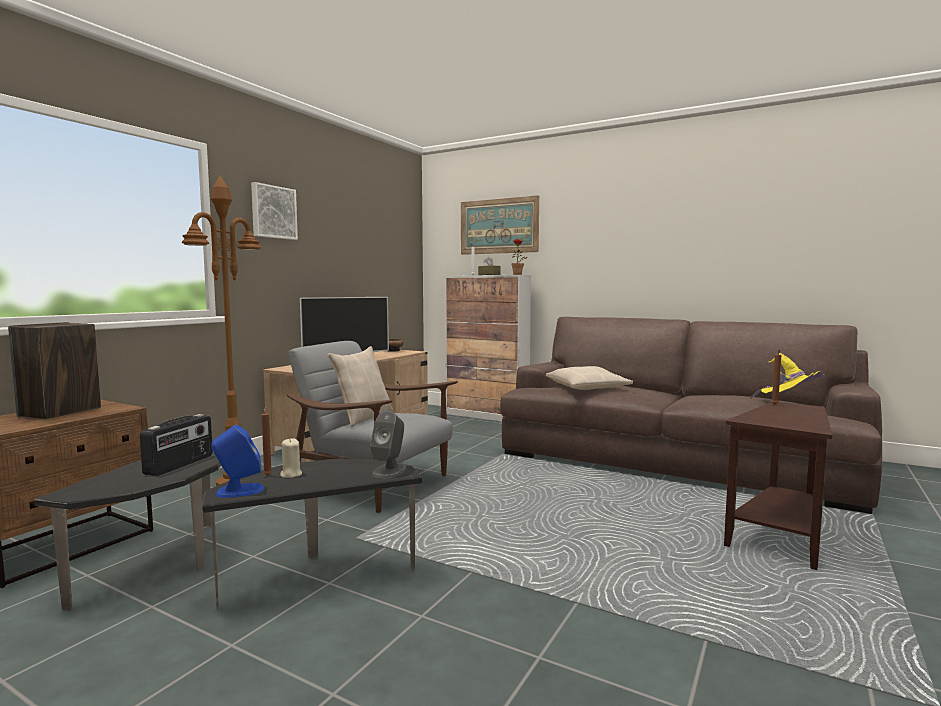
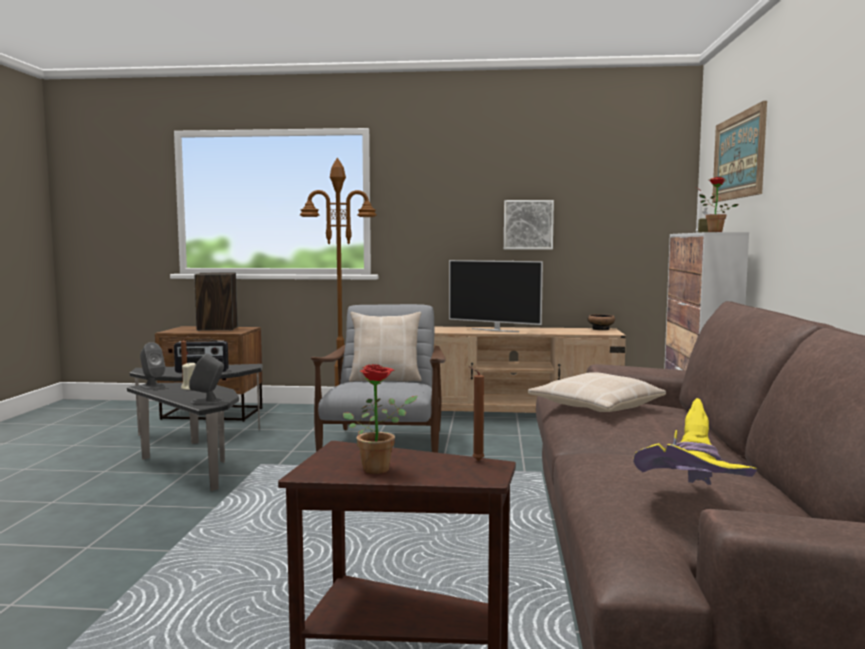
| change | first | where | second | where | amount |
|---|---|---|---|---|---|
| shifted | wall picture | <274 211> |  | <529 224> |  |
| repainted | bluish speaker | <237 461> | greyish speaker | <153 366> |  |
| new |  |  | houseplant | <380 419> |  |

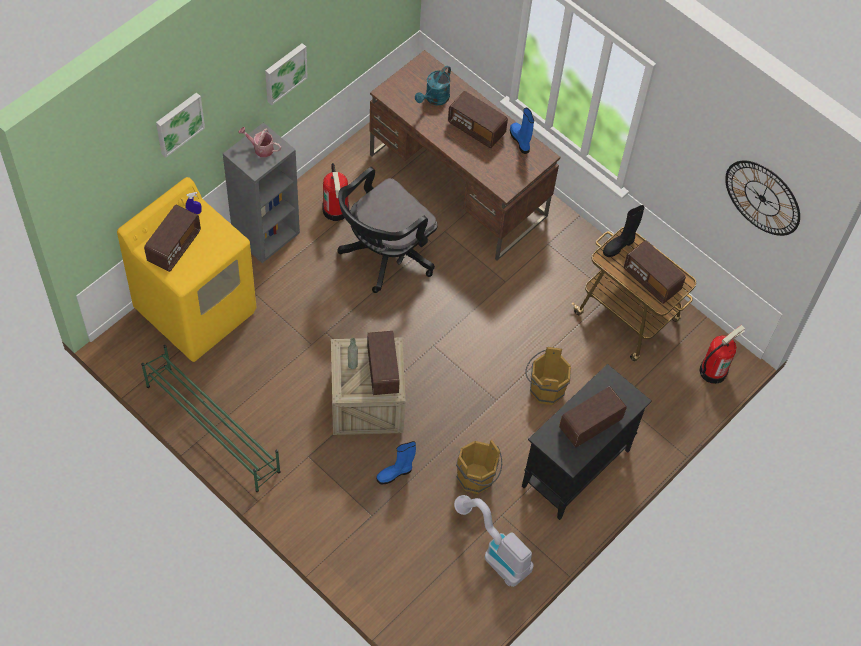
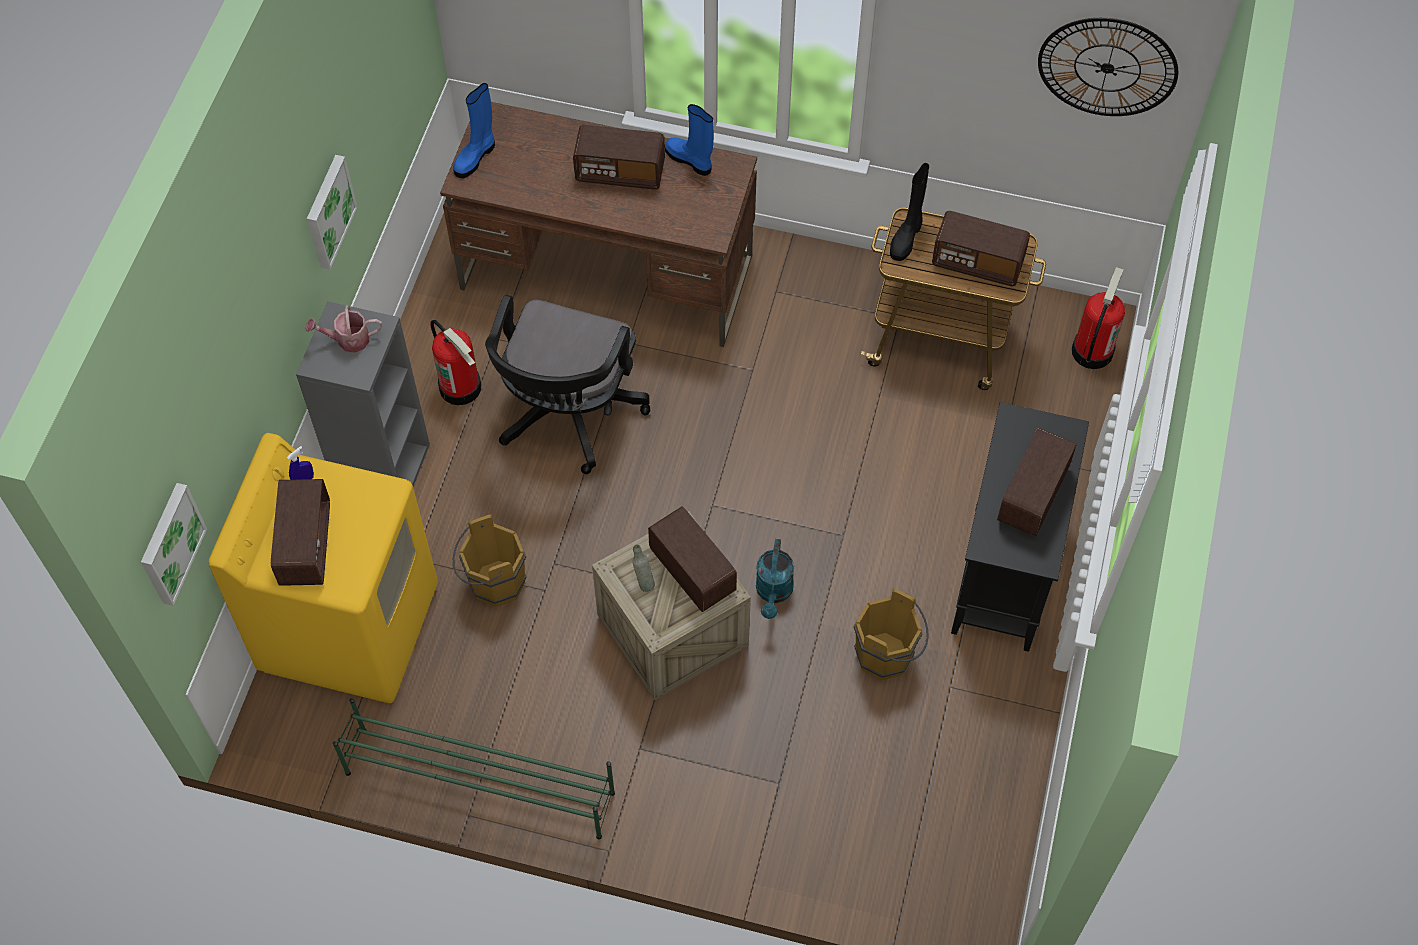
| change | first | where | second | where | amount |
|---|---|---|---|---|---|
| shifted | blue-green sprinkling can | <433 86> |  | <775 579> |  |
| shifted | wall picture | <180 124> |  | <174 544> |  |
| shifted | brown-coloured bucket | <548 376> |  | <489 560> |  |
| shifted | bluish boot | <396 462> |  | <474 130> |  |
| gone | vacuum cleaner | <494 541> |  |  |  |

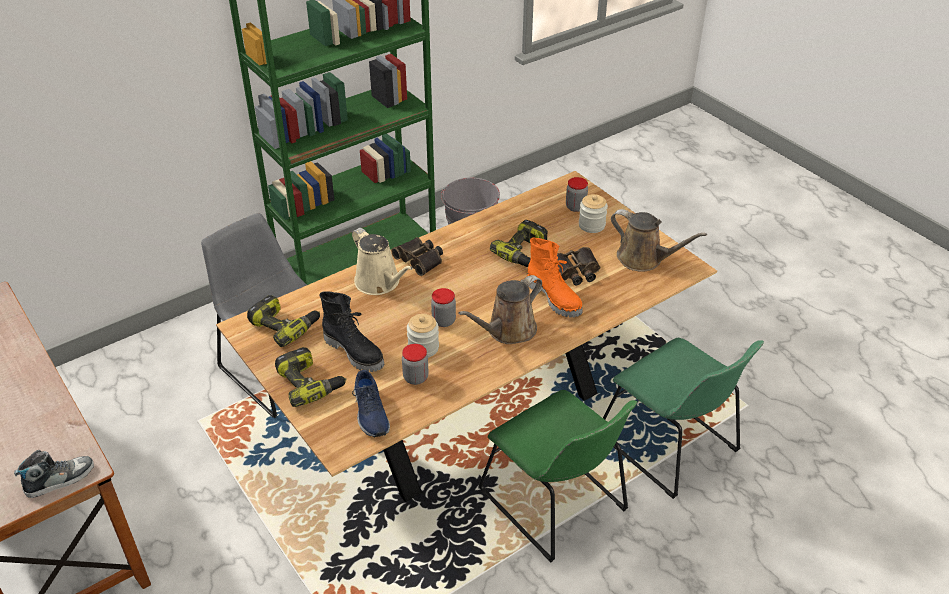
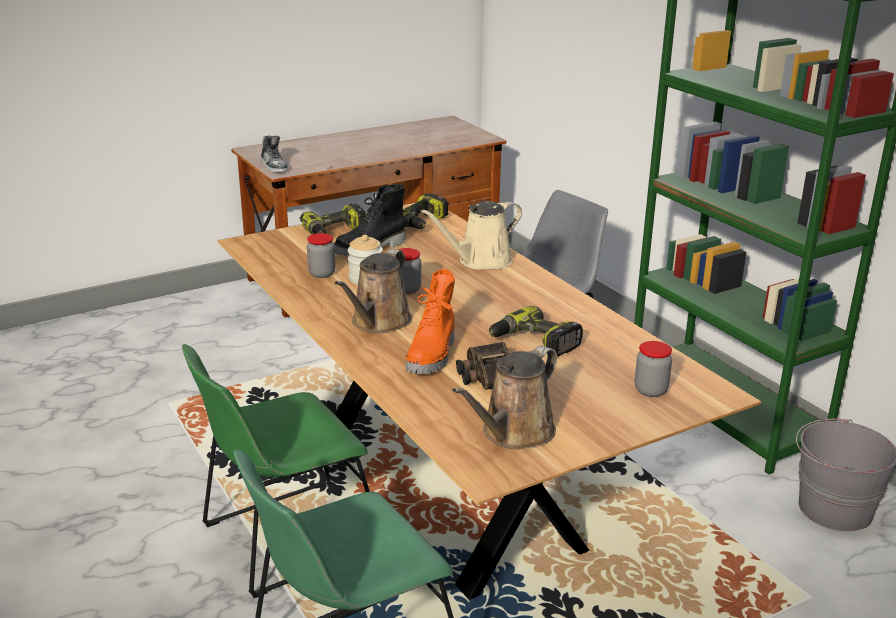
| change | first | where | second | where | amount |
|---|---|---|---|---|---|
| gone | jar | <593 213> |  |  |  |
| gone | pair of binoculars | <417 256> |  |  |  |
| rotated | orange-coloured boot | <554 278> |  | <430 321> | 45 degrees counterclockwise |
| rotated | brown-coloured sprinkling can | <500 309> |  | <373 291> | 120 degrees counterclockwise |
| gone | bluish low shoe | <371 403> |  |  |  |

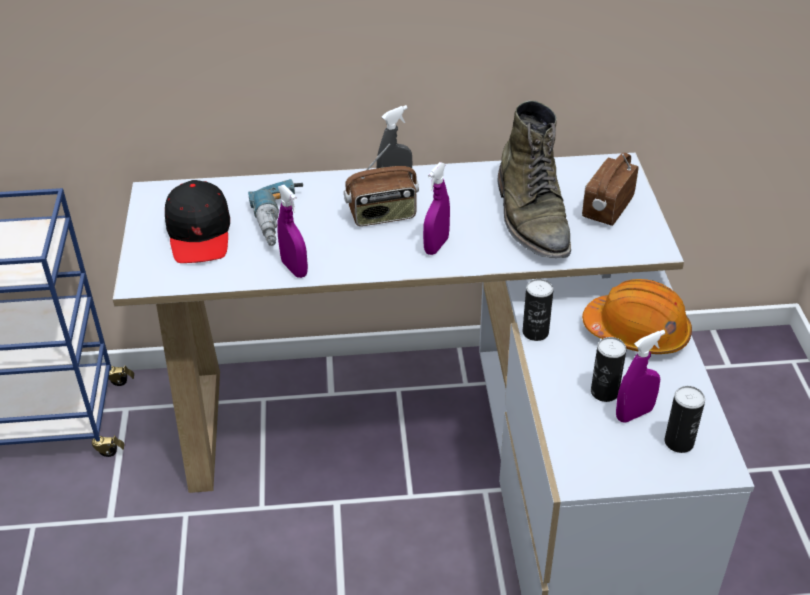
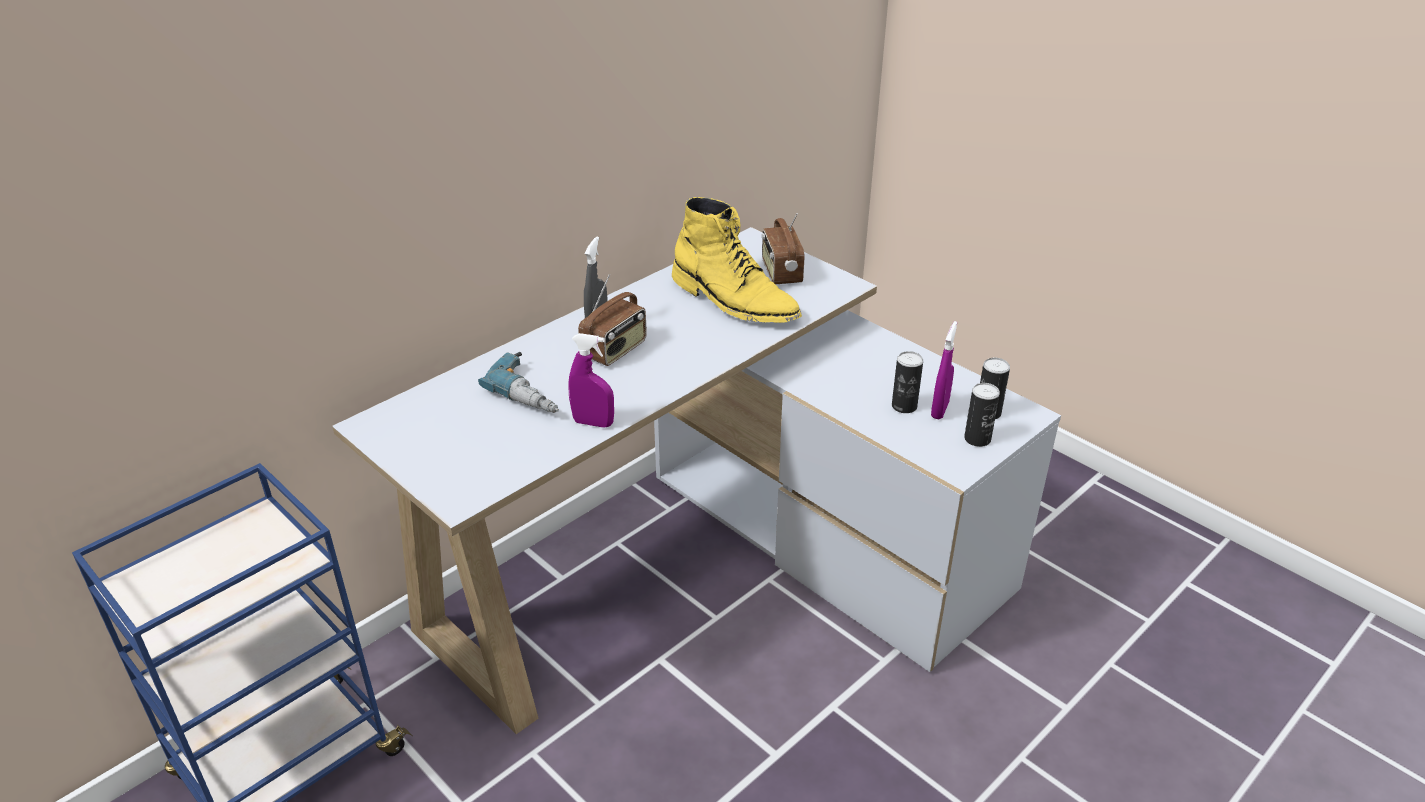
| change | first | where | second | where | amount |
|---|---|---|---|---|---|
| repainted | greenish boot | <534 179> | yellowish boot | <737 260> |  |
| gone | purple sprayer | <436 208> |  |  |  |
| gone | blackish peaked cap | <197 221> |  |  |  |
| shifted | sealed can | <538 310> |  | <982 415> |  |
| gone | orange-coloured hard hat | <637 316> |  |  |  |

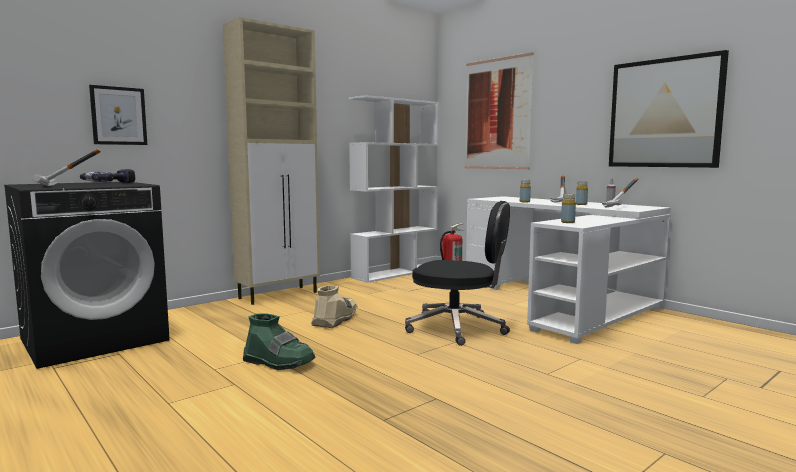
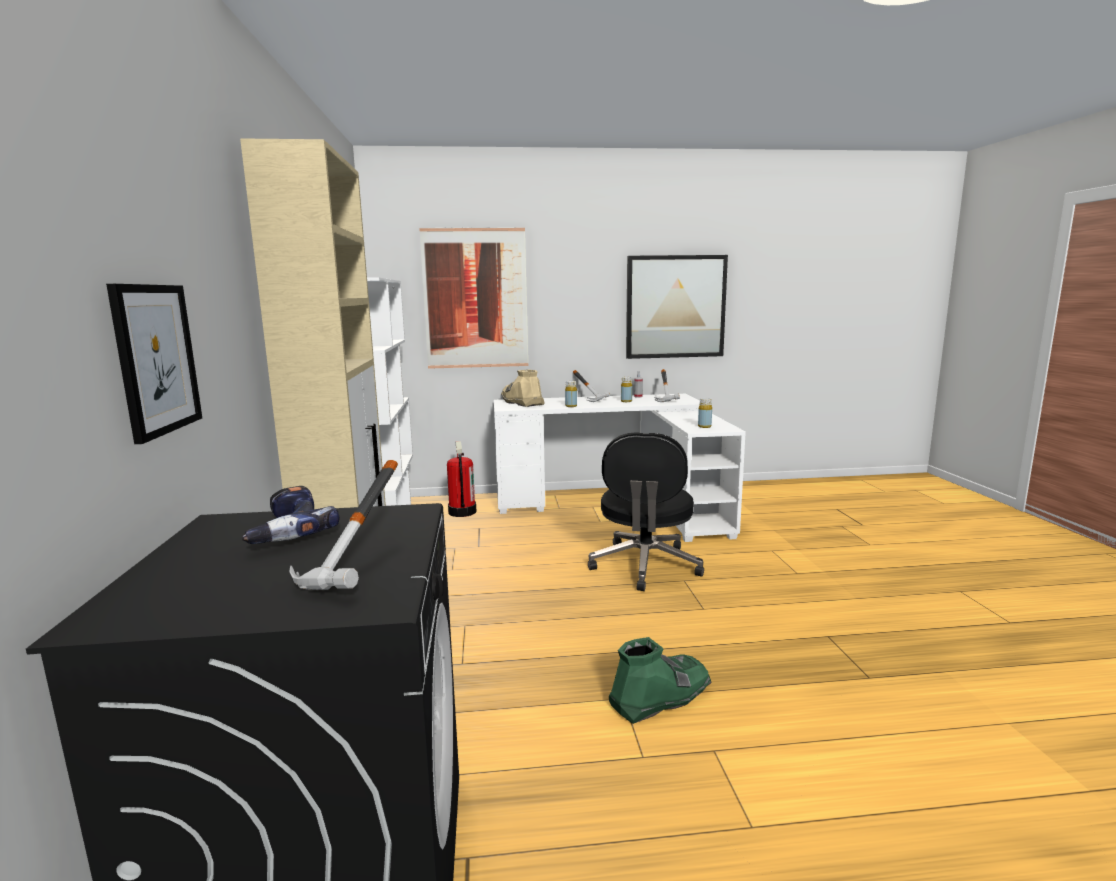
| change | first | where | second | where | amount |
|---|---|---|---|---|---|
| rotated | blackish computer chair | <457 273> |  | <646 511> | 135 degrees clockwise |
| shifted | sand-coloured boot | <334 306> |  | <523 388> |  |

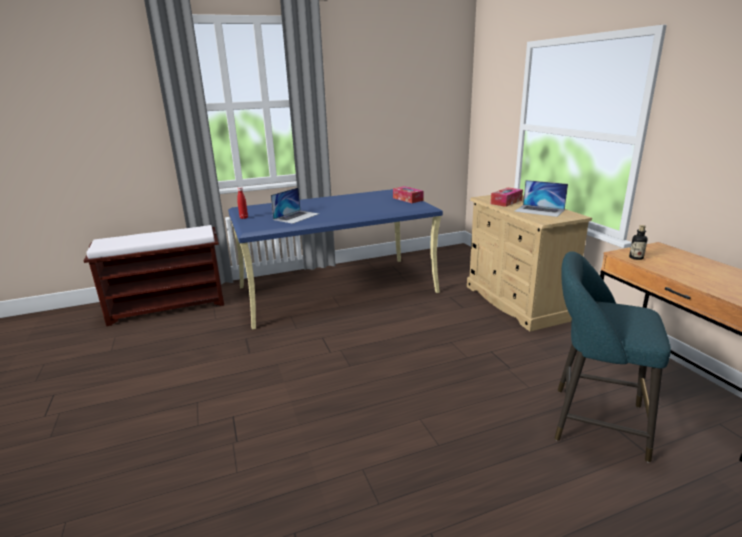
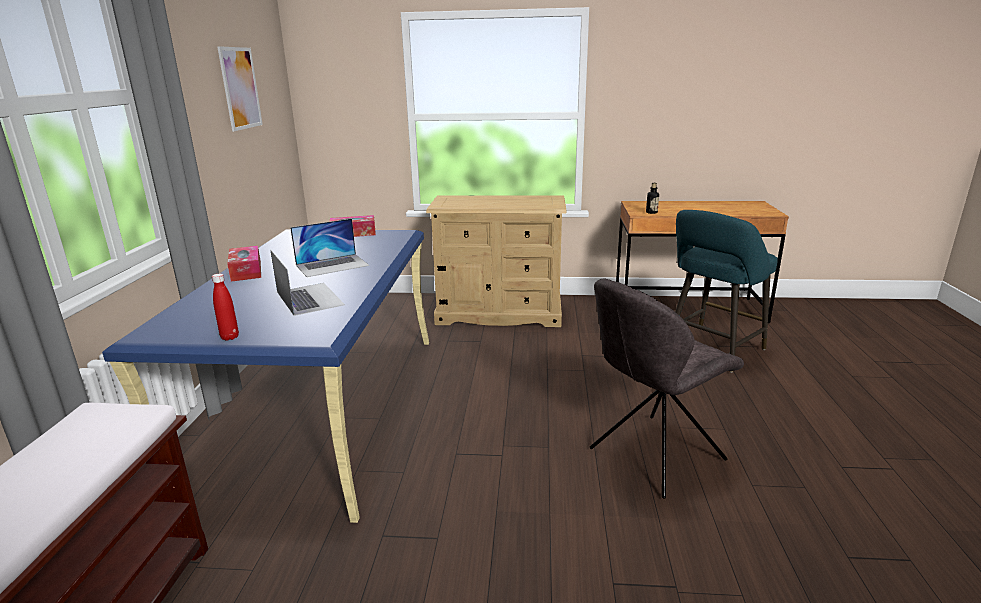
| change | first | where | second | where | amount |
|---|---|---|---|---|---|
| shifted | portable computer | <541 198> |  | <329 247> |  |
| shifted | tissue holder | <507 197> |  | <244 264> |  |
| new |  |  | wall picture | <240 88> |  |
| new |  |  | greyish plain chair | <667 389> |  |

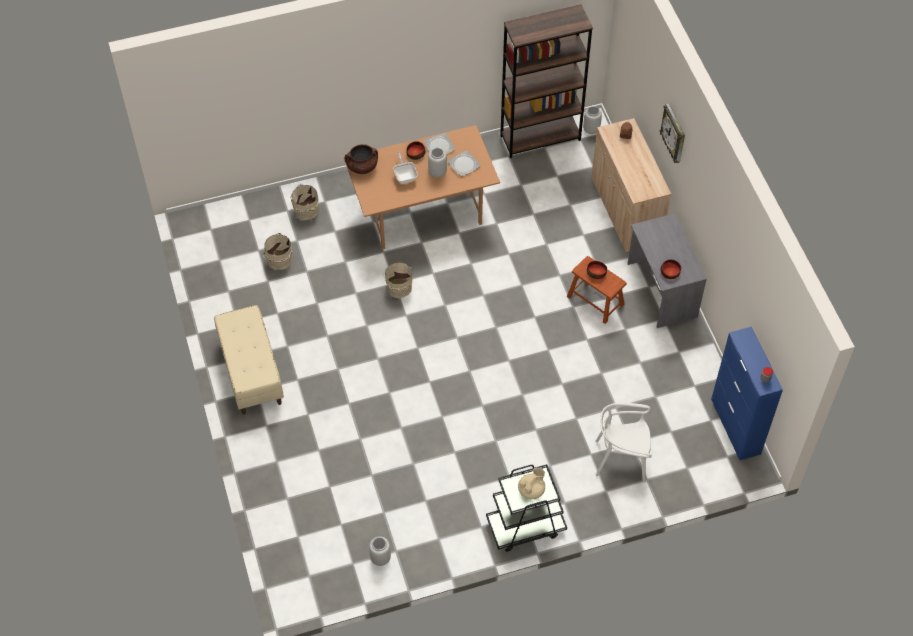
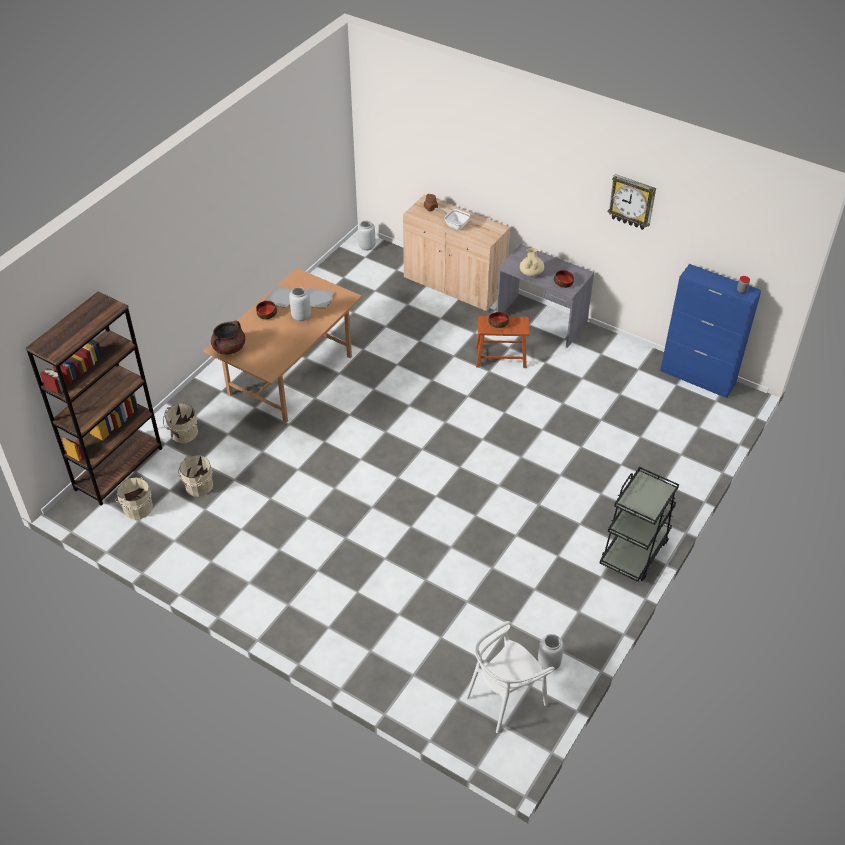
| change | first | where | second | where | amount |
|---|---|---|---|---|---|
| shifted | brown-coloured bookcase | <546 81> |  | <93 398> |  |
| shifted | wall clock | <672 133> |  | <632 202> |  |
| shifted | frying pan | <405 168> |  | <452 219> |  |
| shifted | sand-coloured bucket | <398 280> |  | <134 498> |  |
| gone | sand-coloured indoor bench | <249 359> |  |  |  |
| shifted | whitish plain chair | <624 443> |  | <510 677> |  |
| shifted | sand-coloured teapot | <531 483> |  | <532 262> |  |

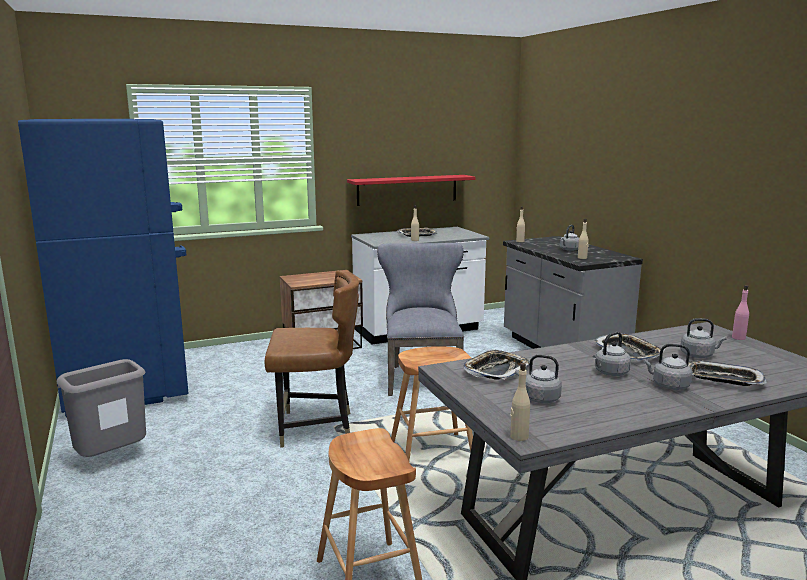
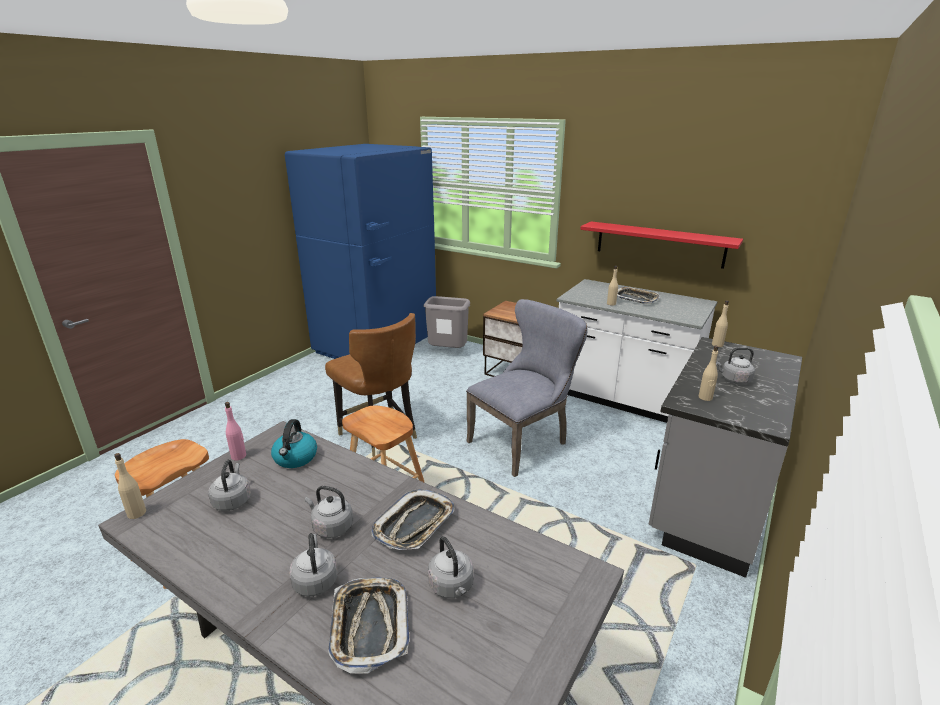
| change | first | where | second | where | amount |
|---|---|---|---|---|---|
| shifted | pink drink bottle | <740 312> |  | <235 431> |  |
| swapped | tray | <496 364> | kettle | <294 443> |  |
| shifted | greyish trash can | <101 408> |  | <446 322> |  |

